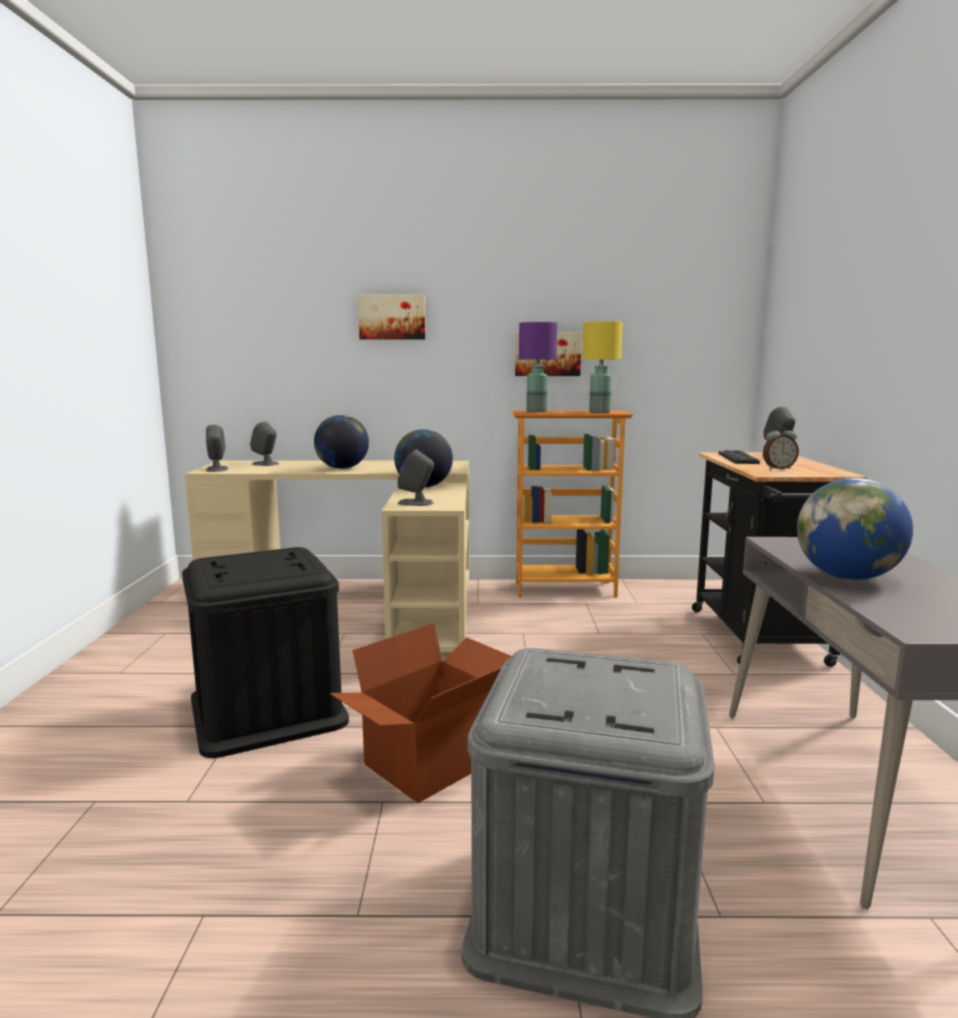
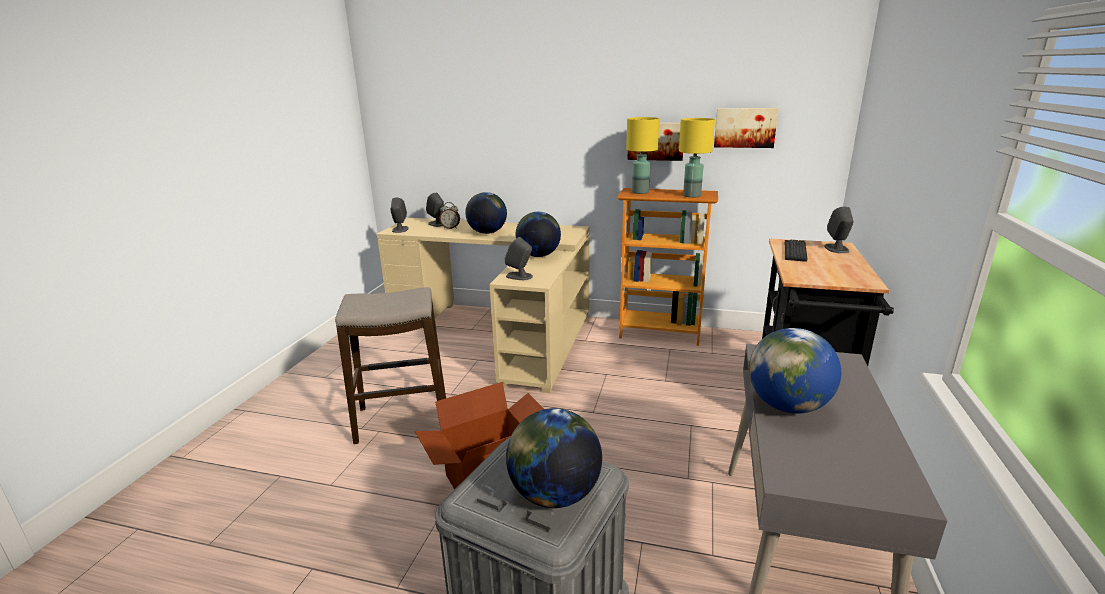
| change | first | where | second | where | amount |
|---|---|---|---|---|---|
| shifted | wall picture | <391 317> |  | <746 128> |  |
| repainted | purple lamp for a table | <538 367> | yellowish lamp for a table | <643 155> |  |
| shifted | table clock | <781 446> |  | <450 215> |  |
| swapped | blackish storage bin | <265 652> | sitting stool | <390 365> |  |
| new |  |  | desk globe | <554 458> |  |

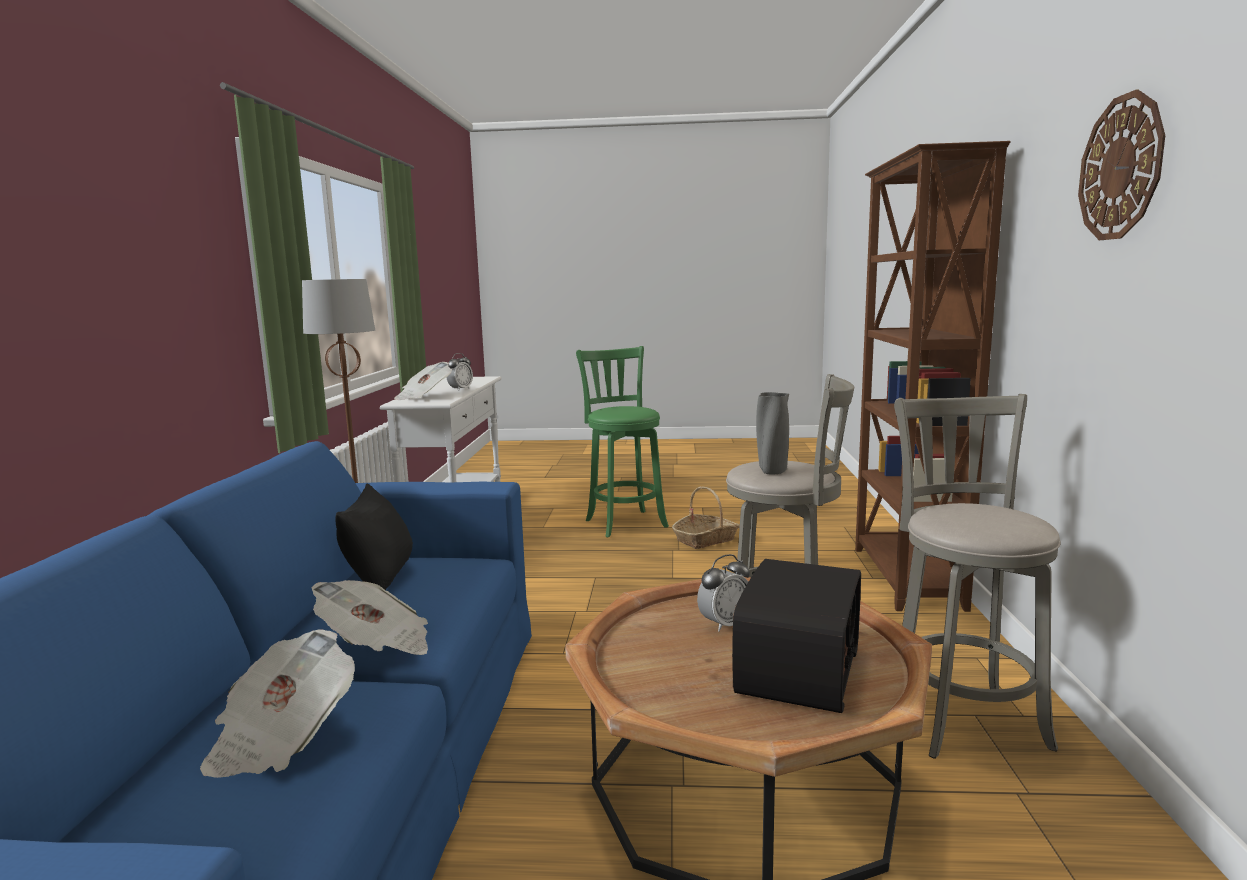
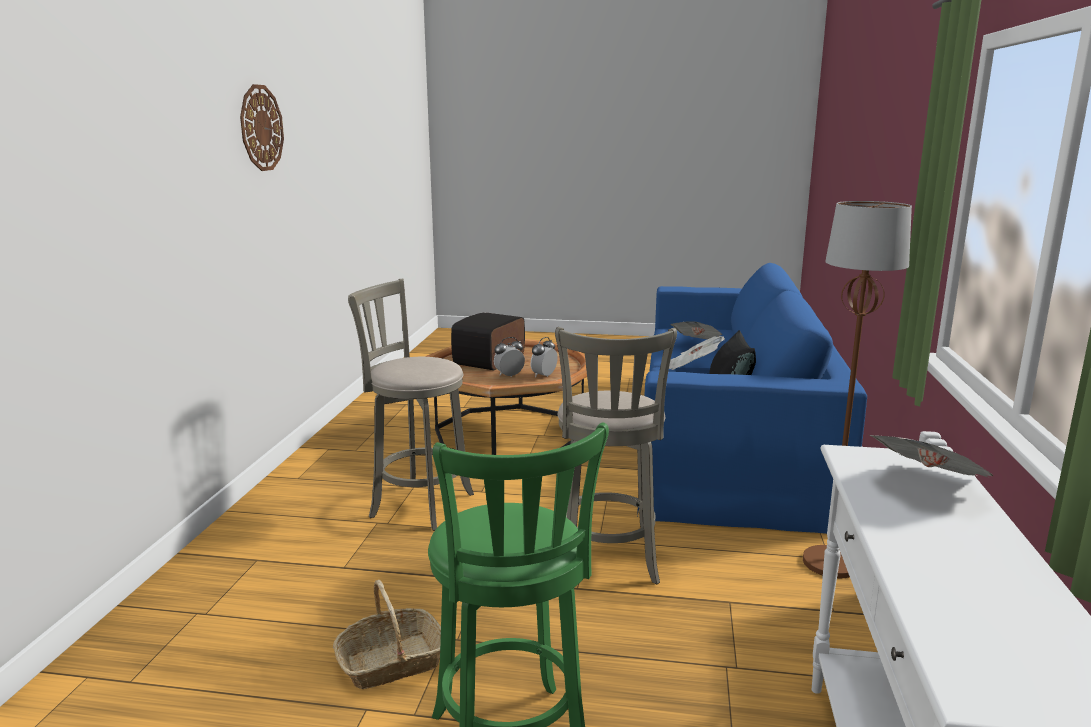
| change | first | where | second | where | amount |
|---|---|---|---|---|---|
| gone | brown-coloured bookcase | <932 376> |  |  |  |
| shifted | table clock | <459 372> |  | <544 357> |  |
| gone | greyish vase | <772 433> |  |  |  |
| shifted | greyish sitting stool | <977 576> |  | <616 455> |  |

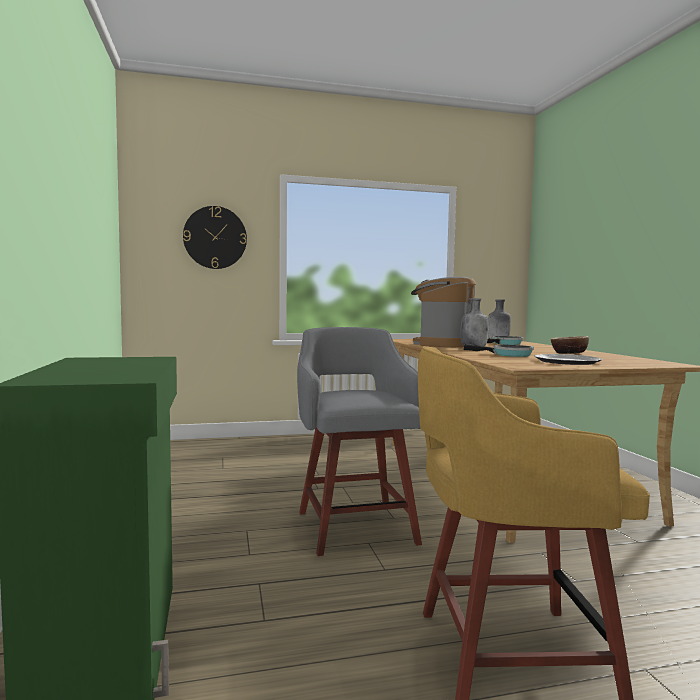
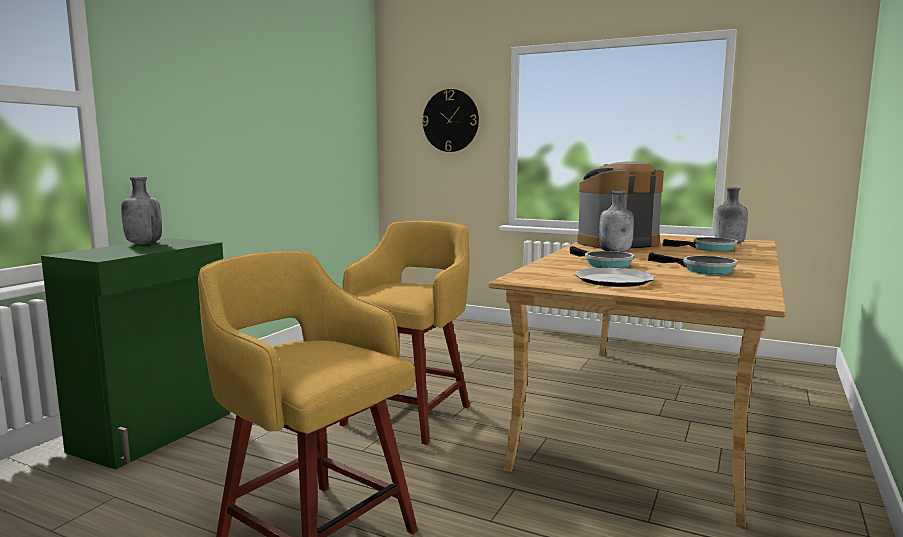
| change | first | where | second | where | amount |
|---|---|---|---|---|---|
| repainted | greyish sitting stool | <359 441> | yellowish sitting stool | <404 333> |  |
| swapped | deep dish | <570 345> | frying pan | <693 264> |  |
| new |  |  | greyish drink bottle | <141 210> |  |

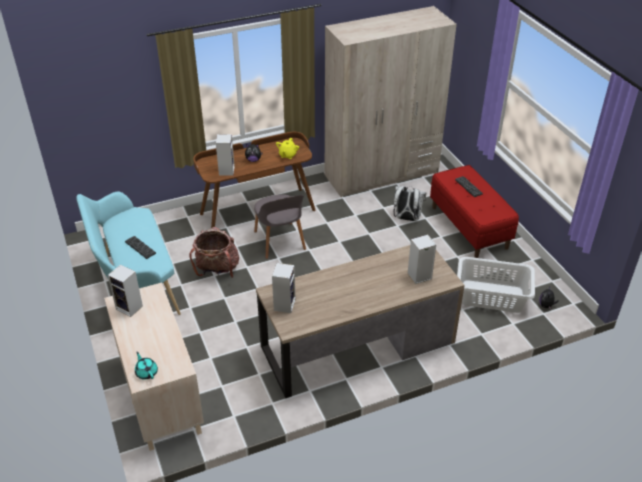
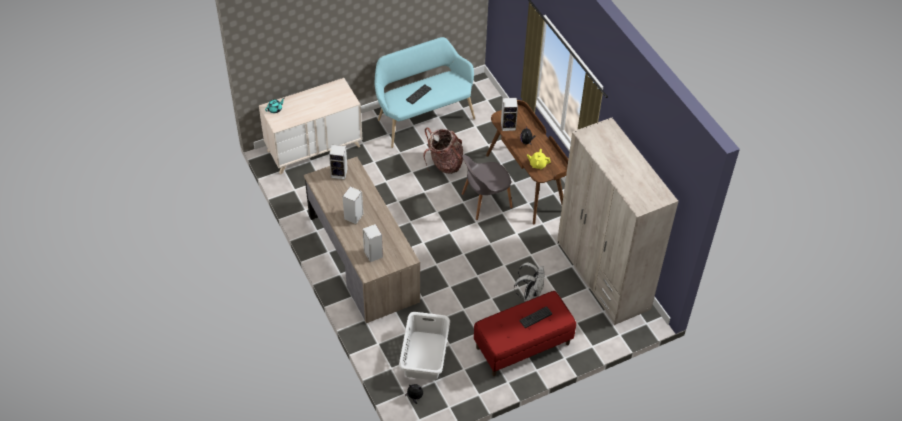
| change | first | where | second | where | amount |
|---|---|---|---|---|---|
| shifted | speaker | <125 290> |  | <352 205> |  |

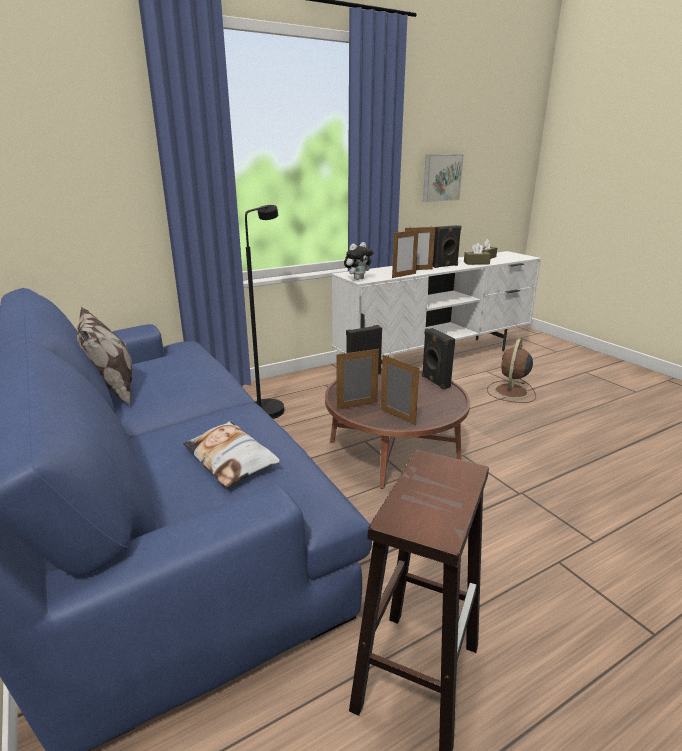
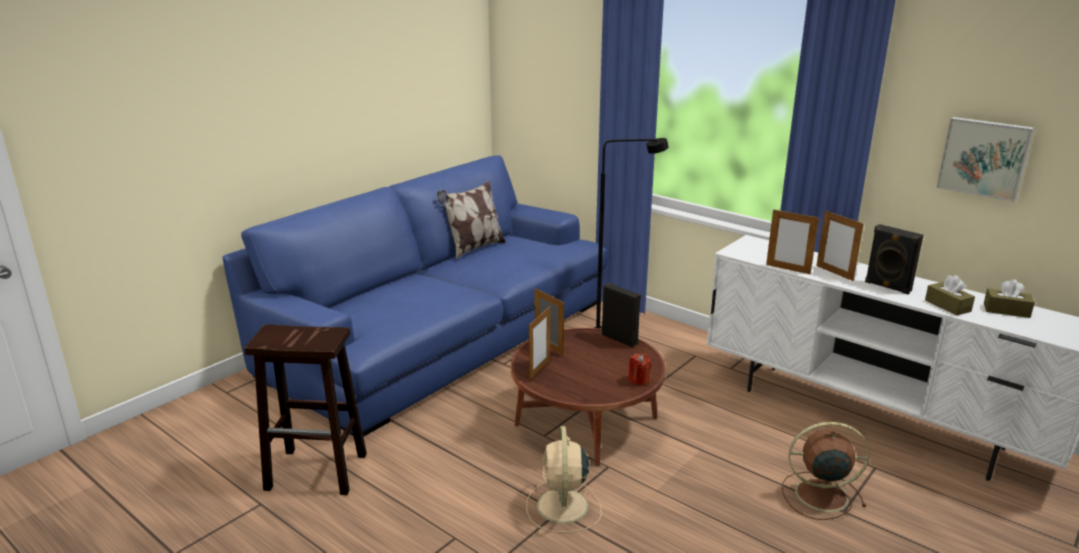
| change | first | where | second | where | amount |
|---|---|---|---|---|---|
| gone | plush toy | <359 261> |  |  |  |
| swapped | blackish speaker | <438 359> | red wax light | <639 369> |  |
| gone | throw pillow | <231 454> |  |  |  |
| new |  |  | sand-coloured fan | <564 479> |  |

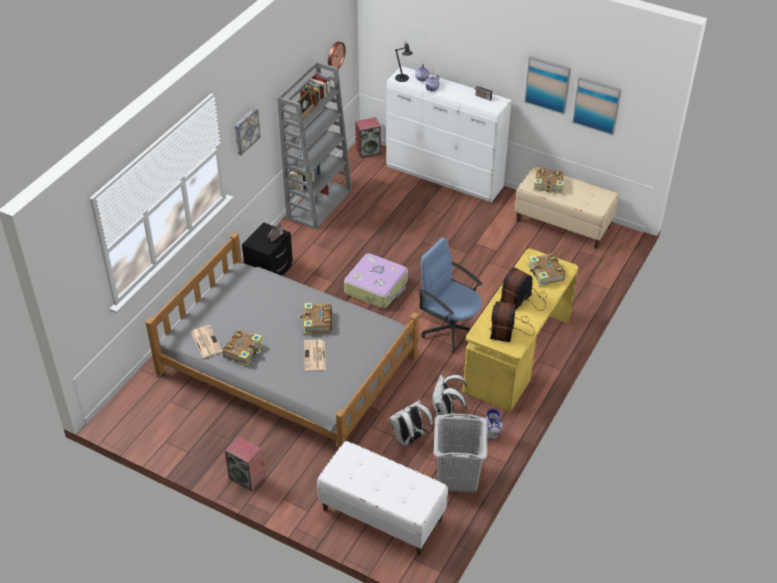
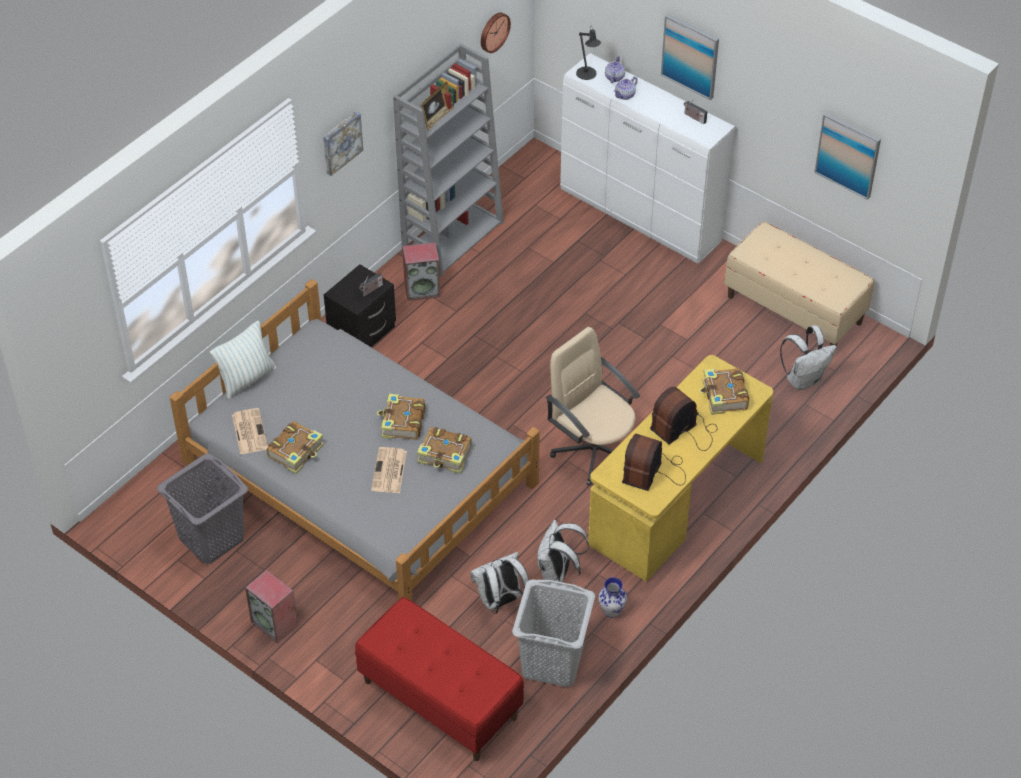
| change | first | where | second | where | amount |
|---|---|---|---|---|---|
| shifted | wall picture | <547 85> |  | <690 57> |  |
| shifted | speaker | <368 137> |  | <421 271> |  |
| shifted | bound book | <548 181> |  | <444 450> |  |
| repainted | bluish computer chair | <450 295> | sand-coloured computer chair | <593 406> |  |
| gone | suitcase | <376 280> |  |  |  |
| repainted | whitish indoor bench | <382 498> | red indoor bench | <439 679> |  |
| new |  |  | throw pillow | <243 360> |  |
| new |  |  | whitish backpack | <808 357> |  |
| new |  |  | greyish laundry basket | <202 508> |  |

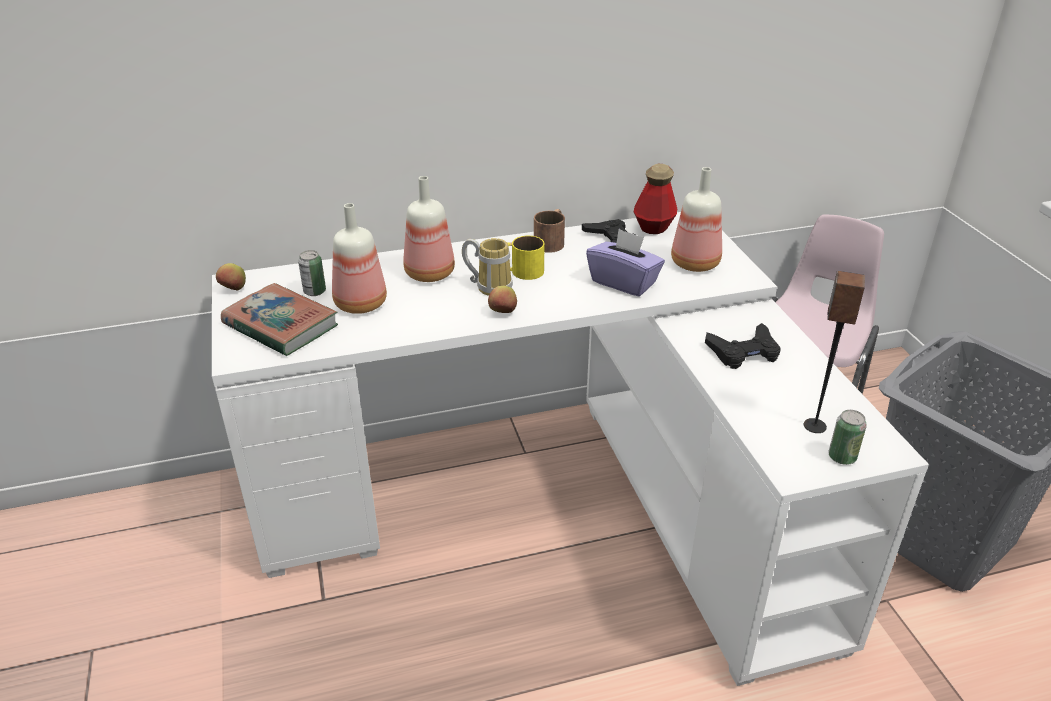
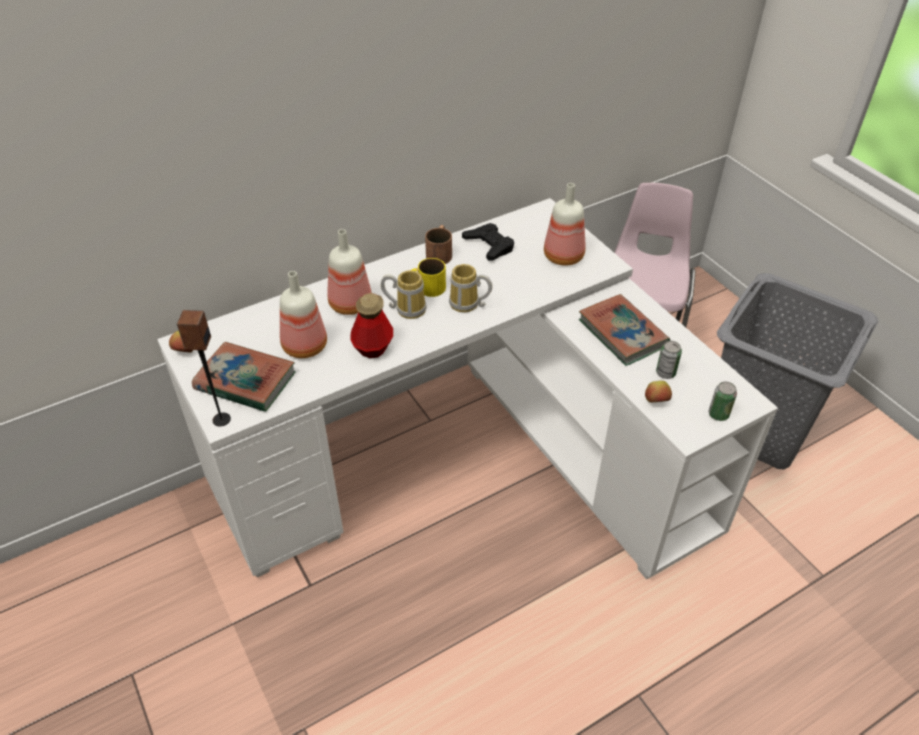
| change | first | where | second | where | amount |
|---|---|---|---|---|---|
| shifted | drink bottle | <655 199> |  | <371 325> |  |
| gone | purple tissue holder | <625 263> |  |  |  |
| shifted | sealed can | <312 273> |  | <669 360> |  |
| shifted | speaker | <834 352> |  | <204 368> |  |
| shifted | whole apple | <502 299> |  | <658 392> |  |
| swapped | blackish joypad | <743 346> | bound book | <624 330> |  |
| new |  |  | tea mug | <470 288> |  |

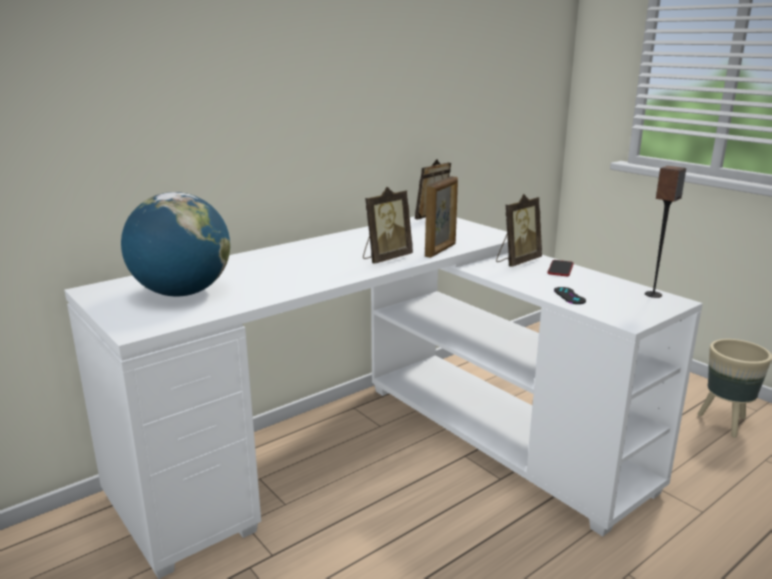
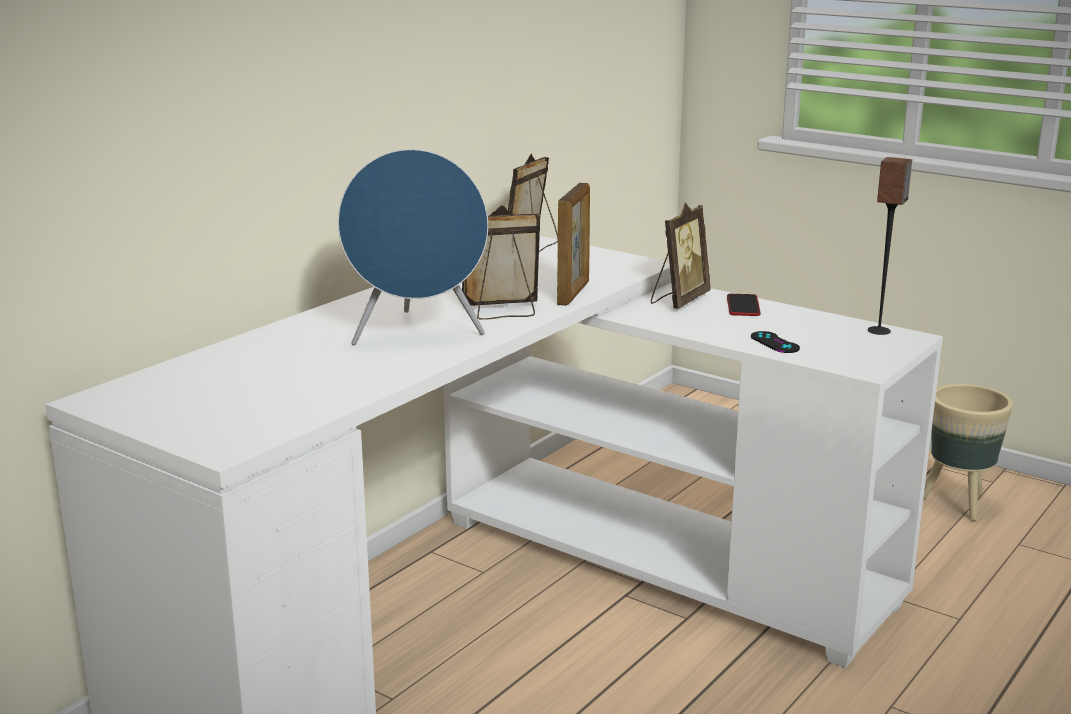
| change | first | where | second | where | amount |
|---|---|---|---|---|---|
| rotated | picture frame | <388 225> |  | <501 262> | 135 degrees counterclockwise |
| gone | desk globe | <175 244> |  |  |  |
| new |  |  | bluish speaker | <413 247> |  |

